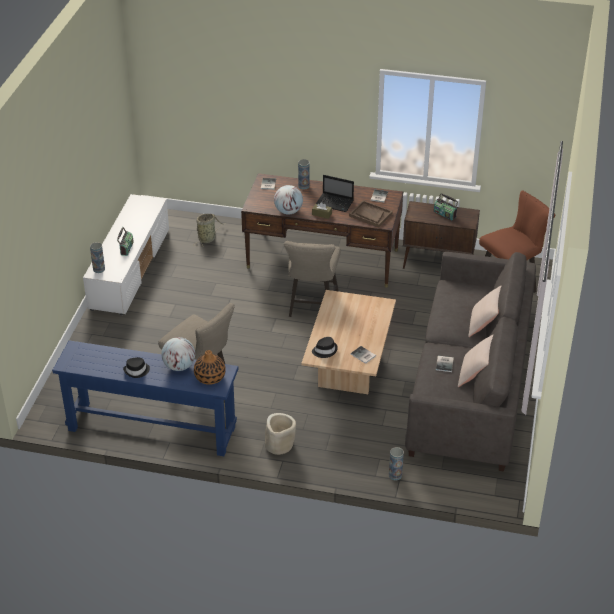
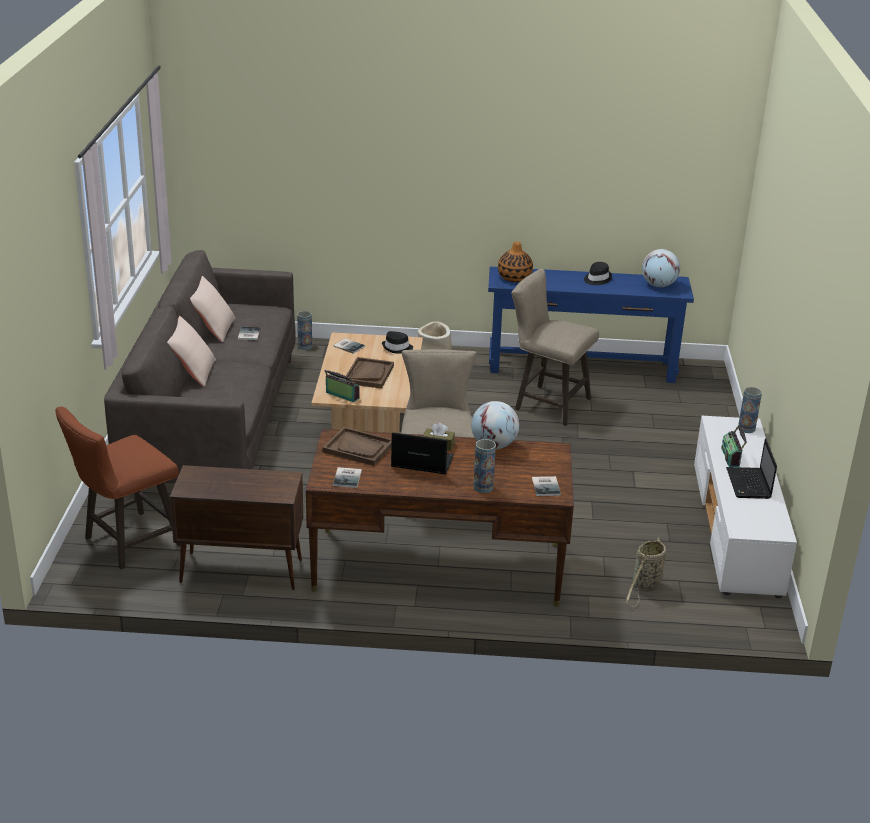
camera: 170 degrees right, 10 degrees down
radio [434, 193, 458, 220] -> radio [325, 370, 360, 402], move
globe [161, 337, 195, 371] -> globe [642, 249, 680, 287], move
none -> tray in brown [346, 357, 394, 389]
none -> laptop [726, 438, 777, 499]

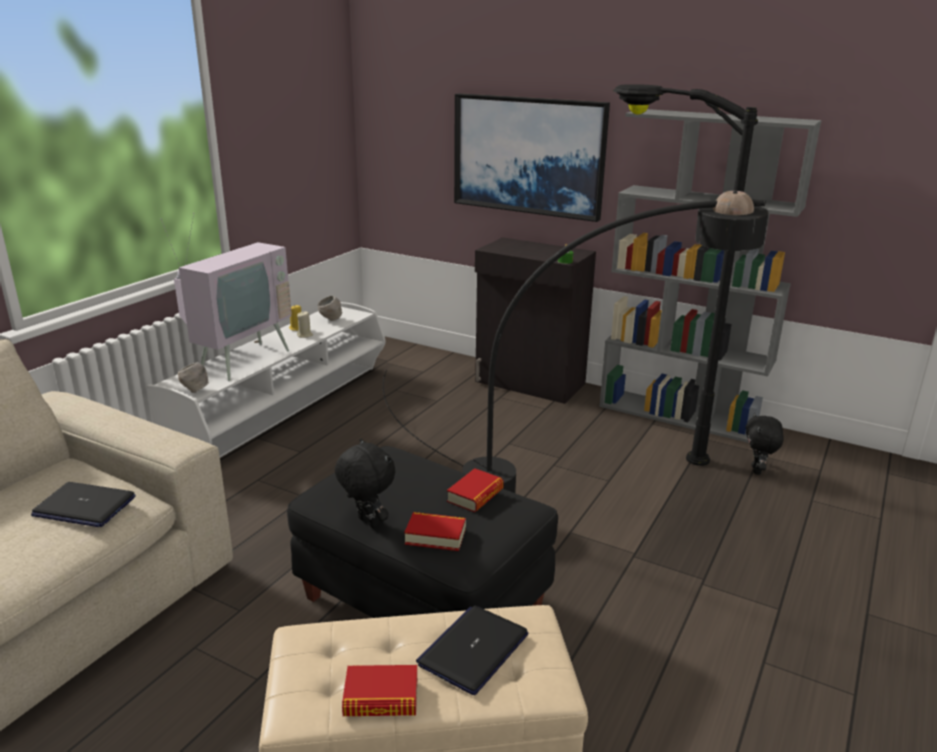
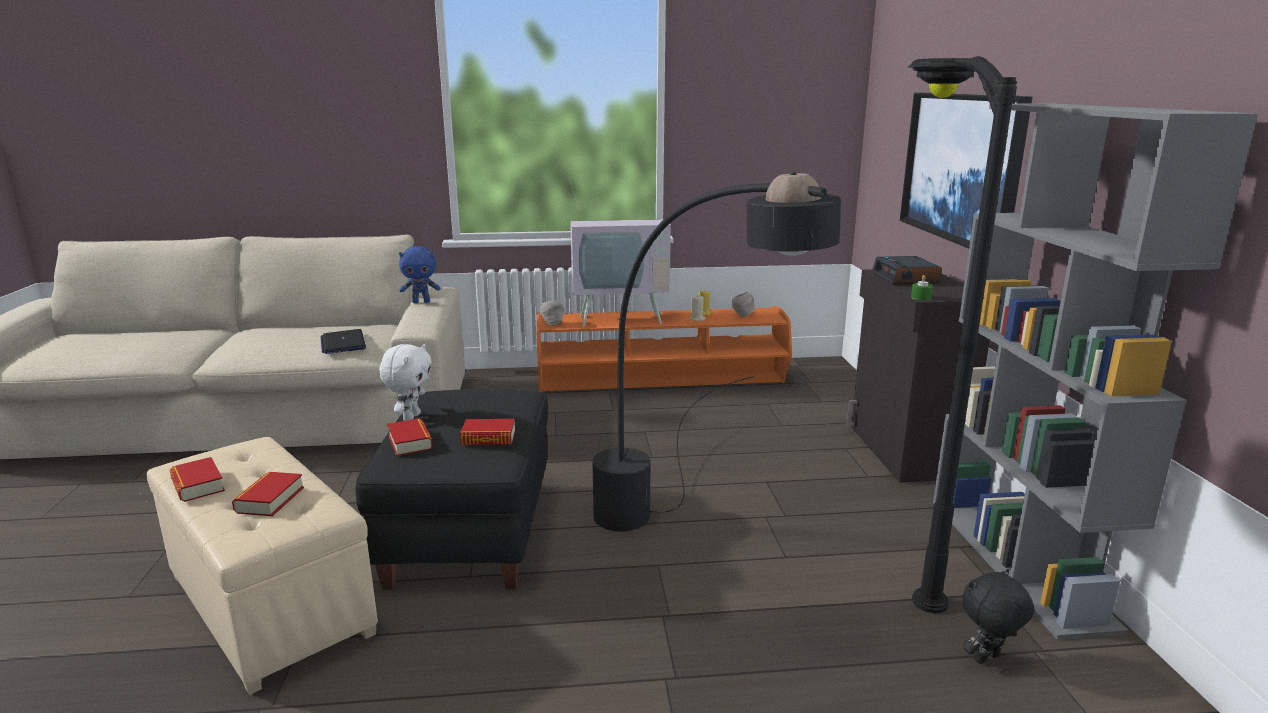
camera: 55 degrees right, 5 degrees down
tv stand in white [147, 302, 386, 458] -> tv stand in orange [536, 306, 792, 392]
plush toy in black [335, 438, 395, 528] -> plush toy in white [379, 344, 432, 421]
laptop [416, 606, 529, 695] -> book [232, 472, 304, 516]
none -> plush toy in blue [399, 246, 440, 303]
none -> alarm clock [872, 256, 942, 285]

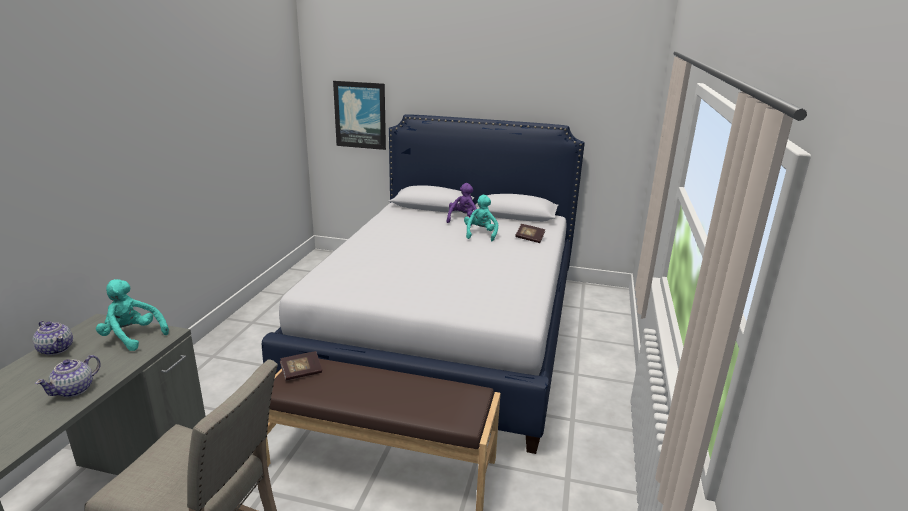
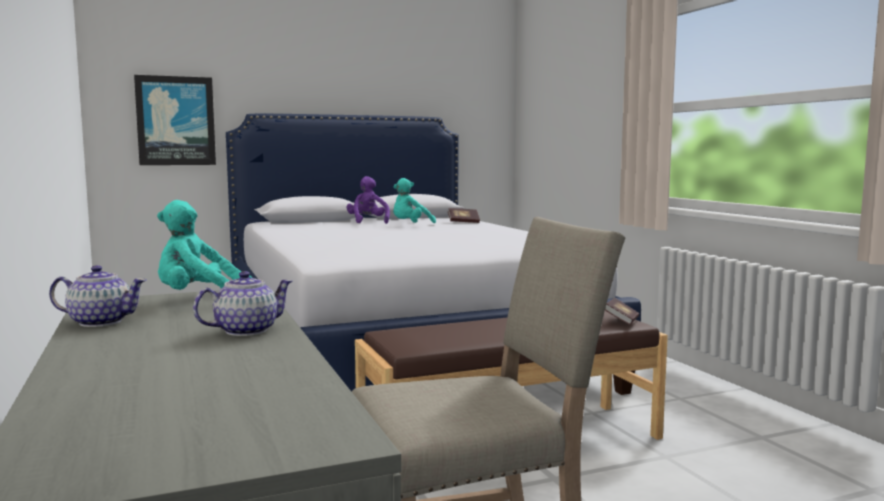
camera: 35 degrees left, 15 degrees down
plush toy in turquoise [464, 195, 498, 242] -> plush toy in turquoise [393, 178, 436, 223], 105 degrees counterclockwise
book [280, 351, 322, 381] -> book [605, 298, 639, 325], move
teapot [35, 355, 101, 397] -> teapot [193, 271, 293, 336], 120 degrees counterclockwise

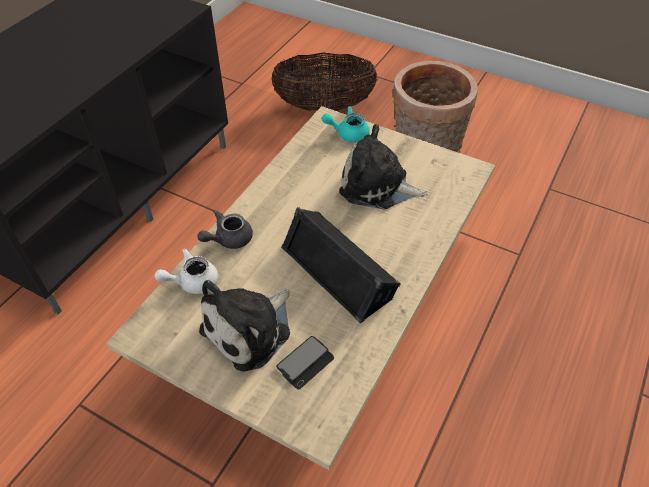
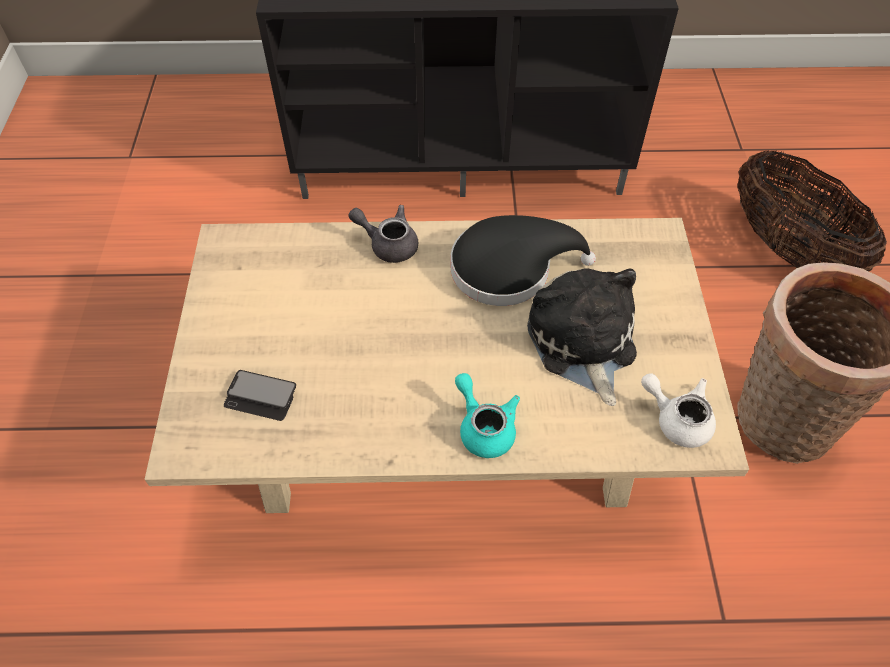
camera: 60 degrees right, 5 degrees up
teapot in turquoise [322, 106, 370, 143] -> teapot in turquoise [455, 373, 520, 458], move
speaker in black [281, 207, 401, 323] -> none
teapot in white [154, 248, 218, 294] -> teapot in white [641, 373, 716, 448], move
plush toy [199, 280, 290, 371] -> none
none -> hat in black [451, 215, 596, 306]

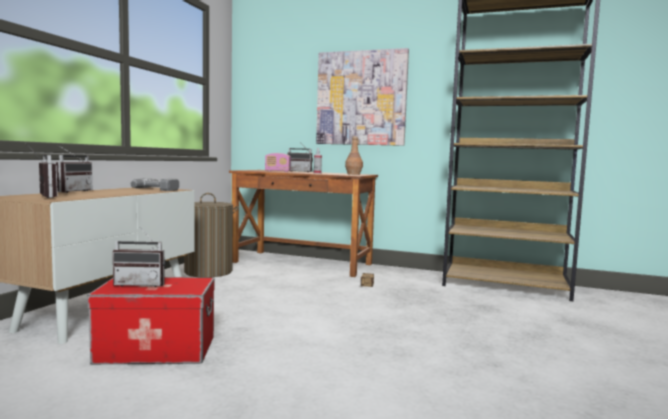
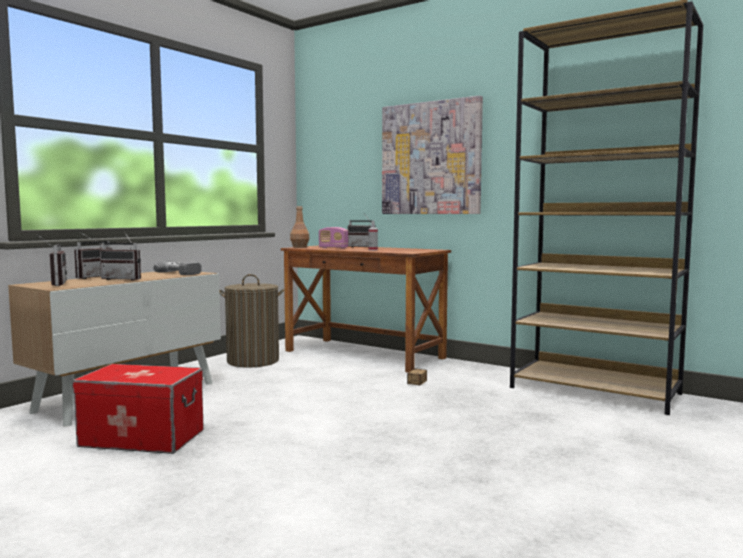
camera: 15 degrees right, 0 degrees up
bottle in brown [345, 136, 363, 175] -> bottle in brown [290, 206, 309, 248], move
radio [113, 227, 166, 287] -> radio [100, 232, 141, 281], move

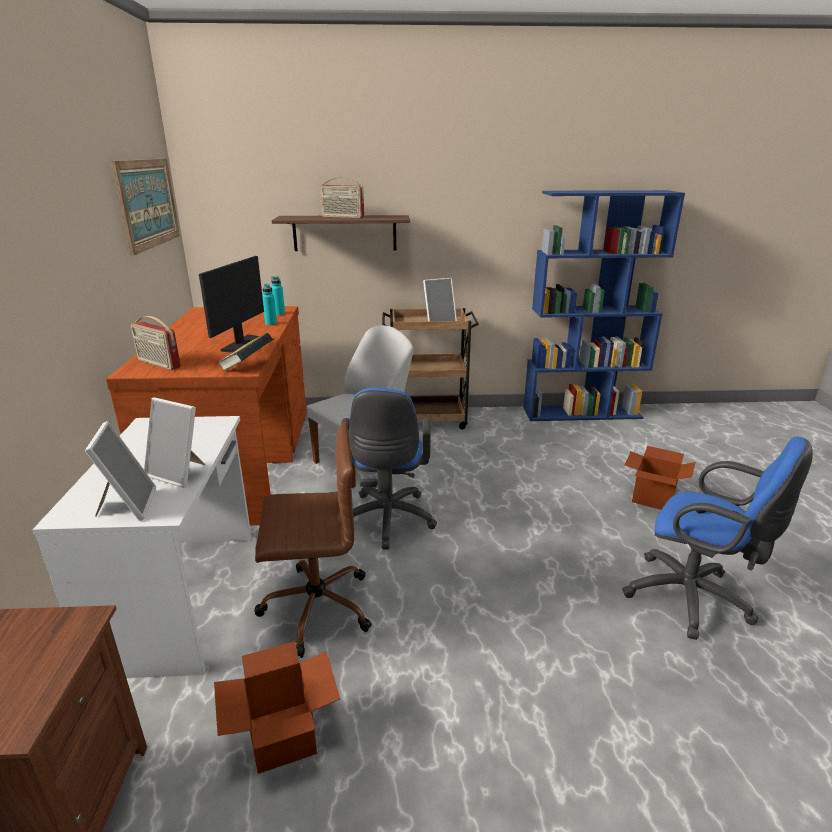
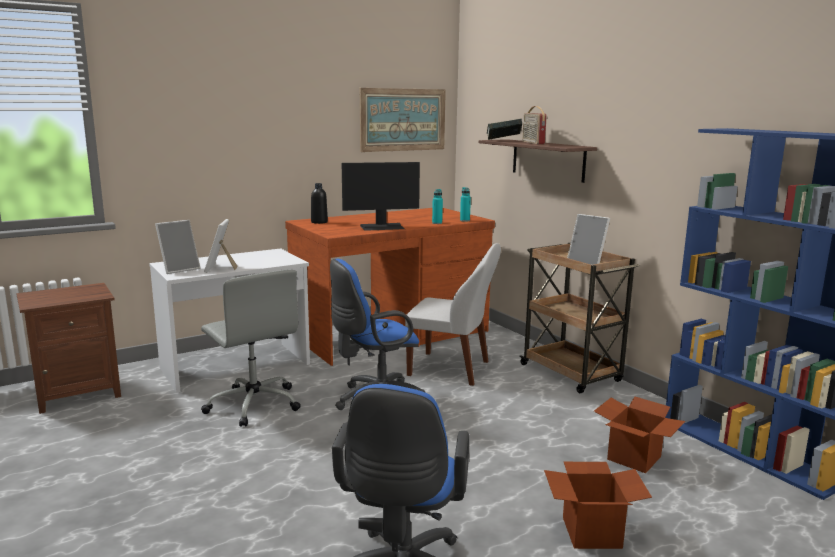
camera: 60 degrees right, 10 degrees down
radio [131, 316, 181, 370] -> bottle in black [311, 183, 328, 224]
book [217, 333, 273, 371] -> book [486, 119, 522, 140], move
office chair in brown [255, 421, 371, 658] -> office chair in grey [201, 270, 301, 427]
cardboard box [214, 641, 340, 774] -> cardboard box [594, 396, 686, 473], move

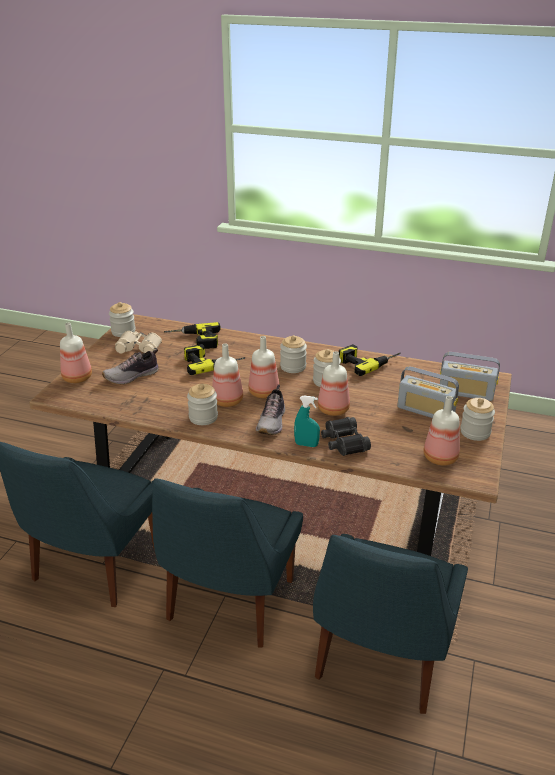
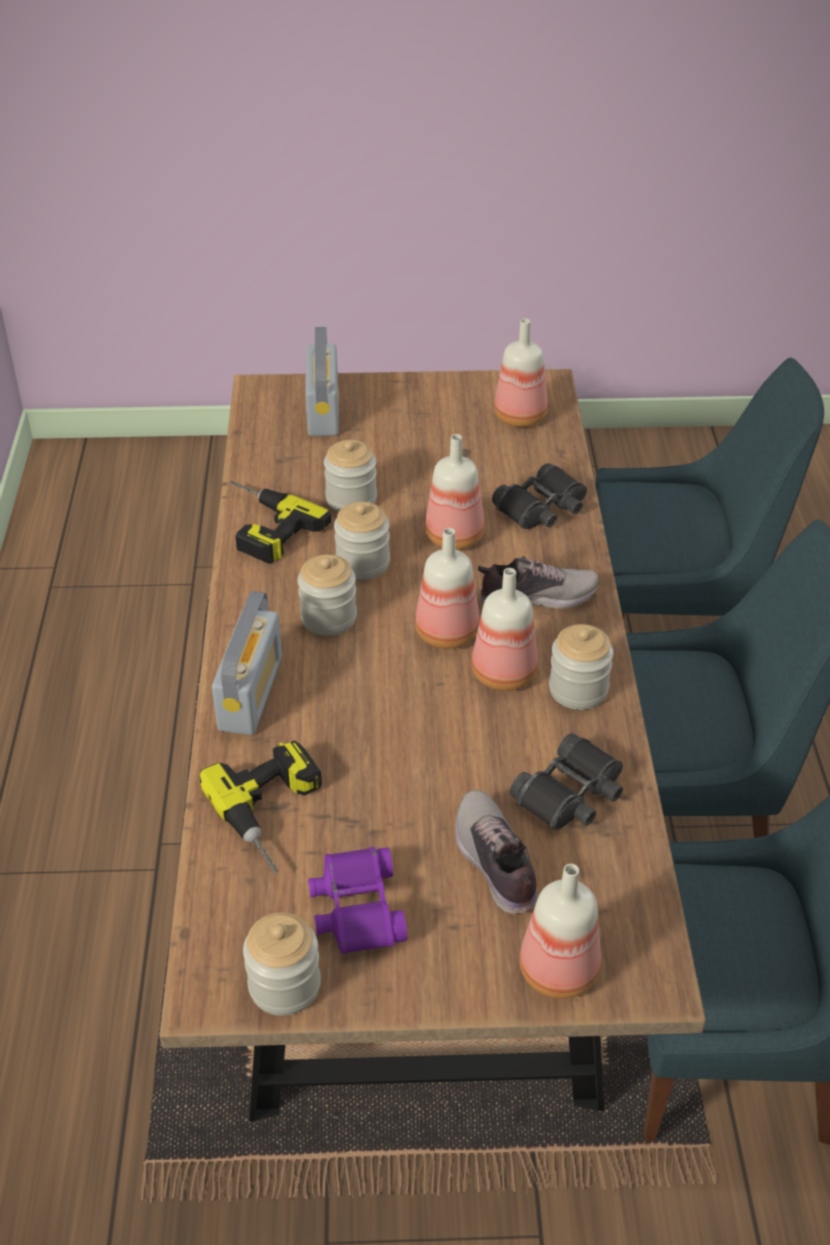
camera: 110 degrees left, 10 degrees up
binoculars in beige [115, 331, 162, 354] -> binoculars in purple [308, 847, 407, 954]
power drill [184, 344, 245, 375] -> none
shoe [102, 349, 159, 385] -> shoe [455, 790, 538, 914], 150 degrees counterclockwise
radio [397, 366, 459, 418] -> radio [212, 591, 282, 735], move
spray bottle in turquoise [294, 395, 320, 447] -> none
jar [460, 398, 495, 441] -> jar [324, 440, 377, 512], move
none -> binoculars in black [510, 733, 623, 830]

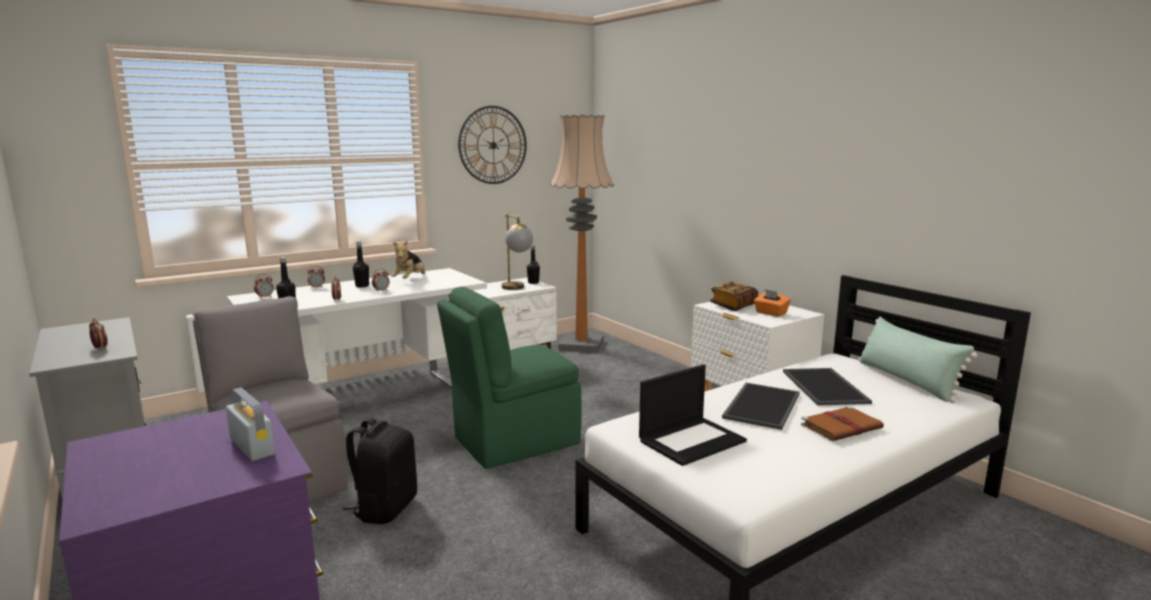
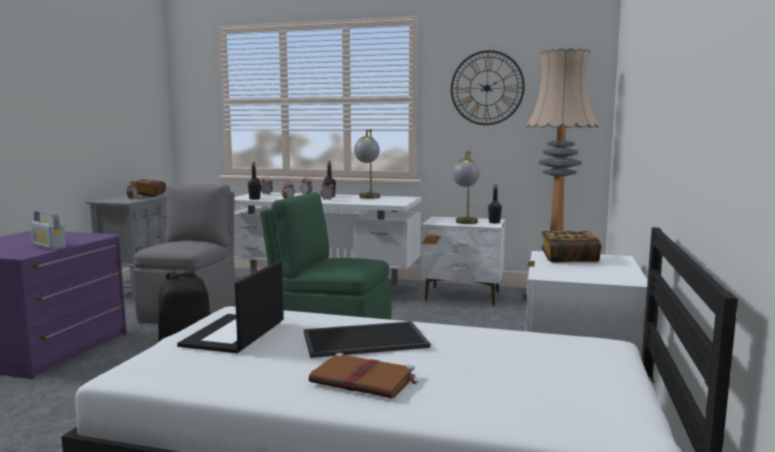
camera: 50 degrees right, 5 degrees down
plush toy [391, 241, 425, 279] -> table lamp [354, 129, 380, 199]
tissue box in orange [754, 289, 791, 317] -> none
pillow in green [858, 317, 977, 403] -> none
laptop [639, 364, 747, 466] -> laptop [177, 261, 284, 353], 90 degrees clockwise
tray [783, 368, 872, 405] -> none
radio [226, 388, 275, 461] -> radio [31, 211, 66, 250], 120 degrees clockwise
none -> book [131, 179, 166, 197]

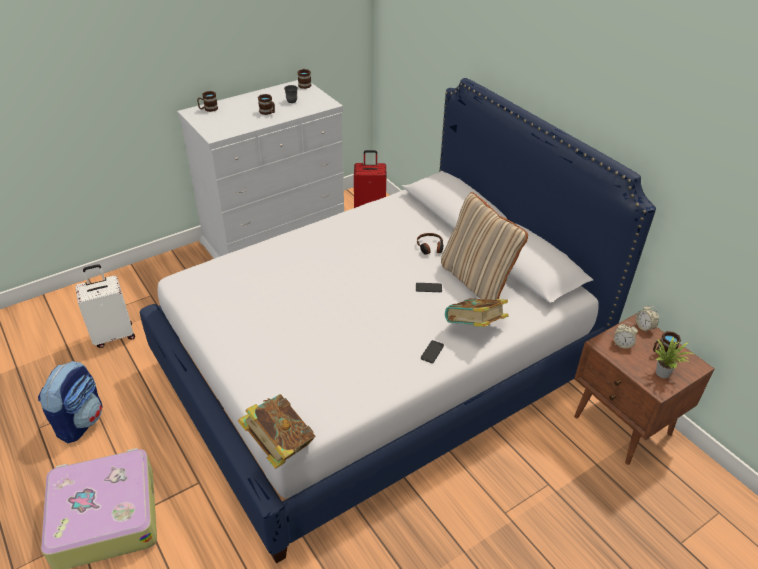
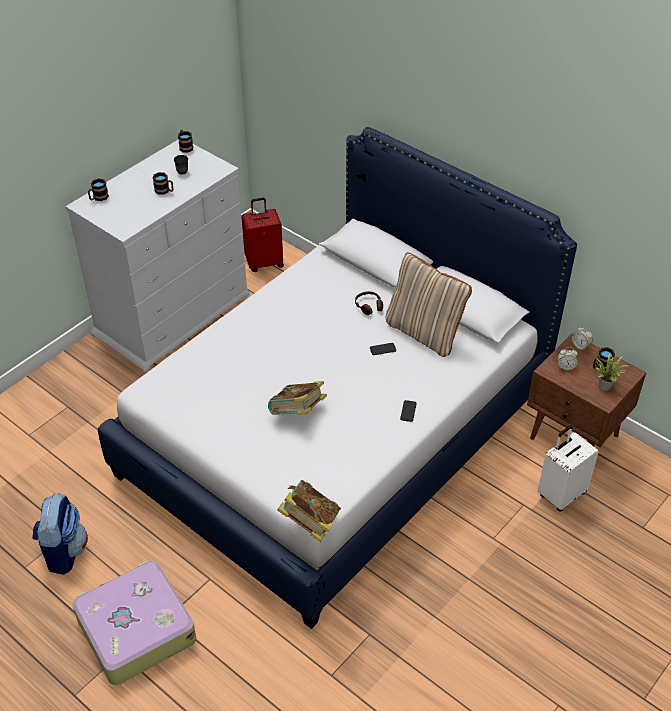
camera: 15 degrees left, 5 degrees up
suitcase in white [75, 264, 135, 348] -> suitcase in white [538, 425, 599, 512], move
book [445, 298, 508, 327] -> book [268, 381, 327, 415], move

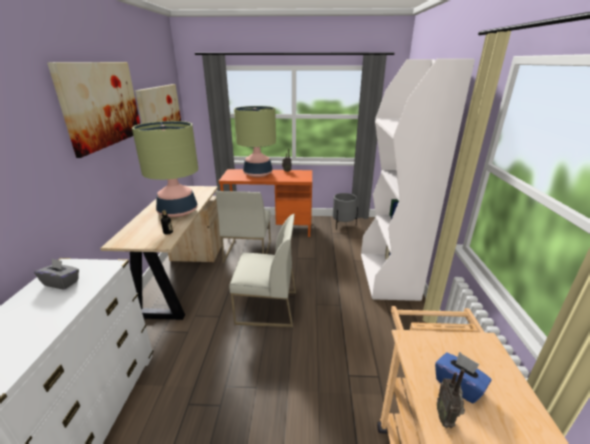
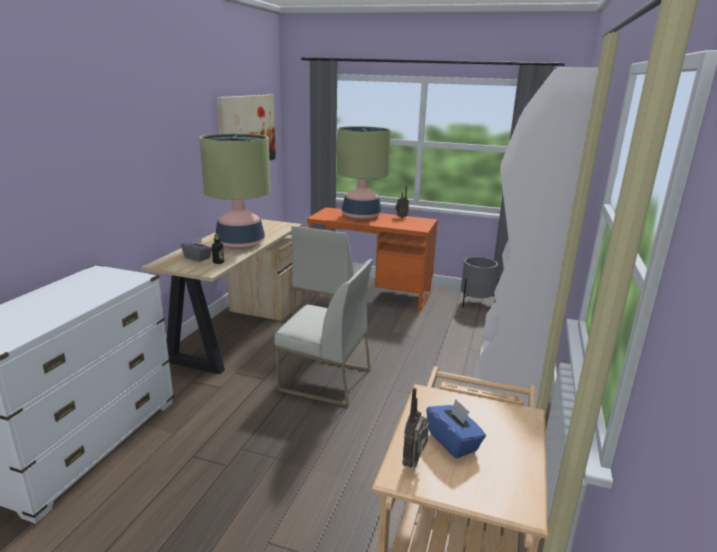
camera: 15 degrees right, 5 degrees down
picture [47, 62, 140, 158] -> none
tissue box in grey [34, 259, 79, 290] -> tissue box in grey [181, 236, 212, 262], move

